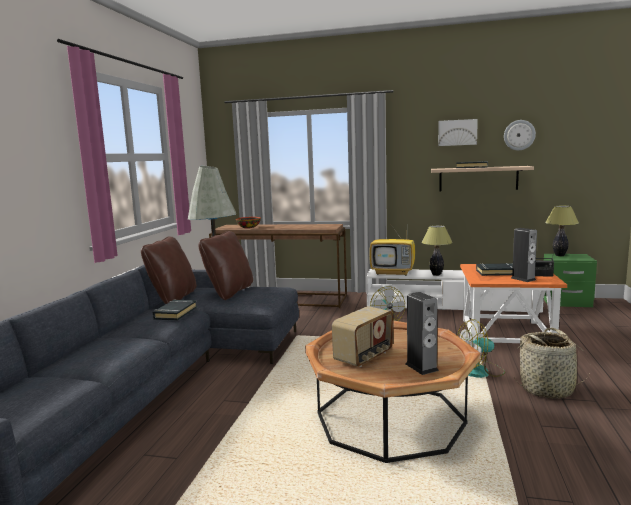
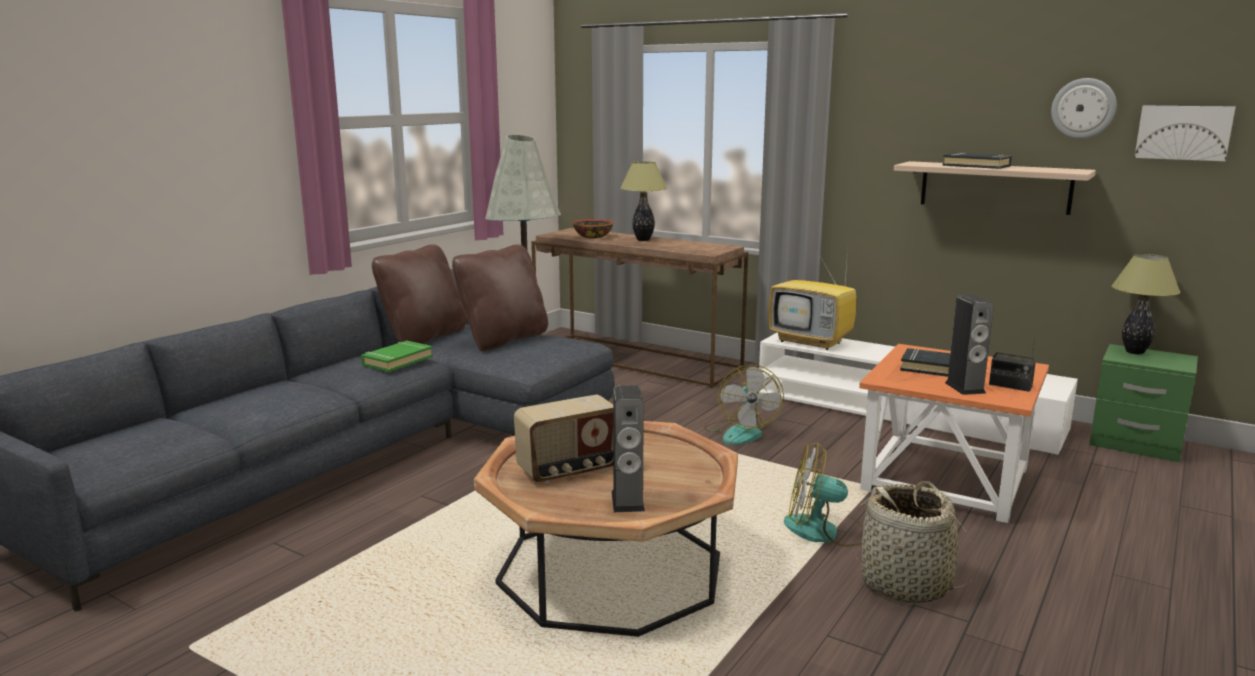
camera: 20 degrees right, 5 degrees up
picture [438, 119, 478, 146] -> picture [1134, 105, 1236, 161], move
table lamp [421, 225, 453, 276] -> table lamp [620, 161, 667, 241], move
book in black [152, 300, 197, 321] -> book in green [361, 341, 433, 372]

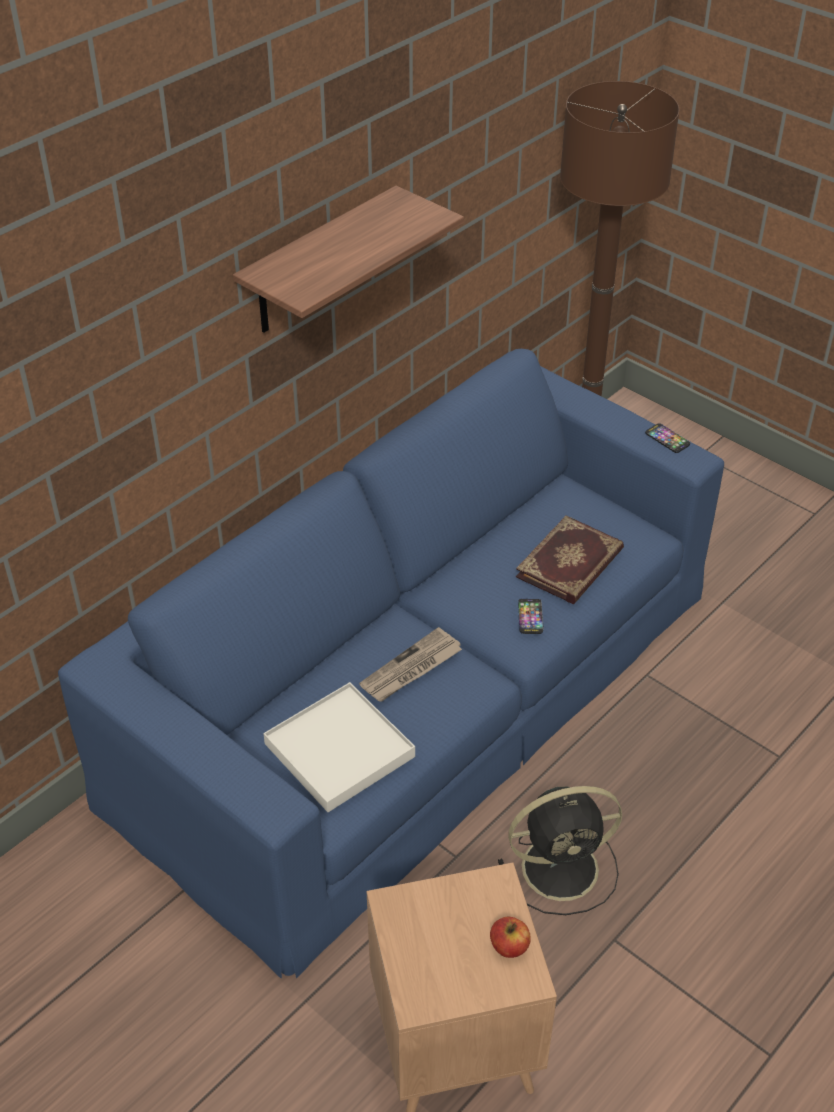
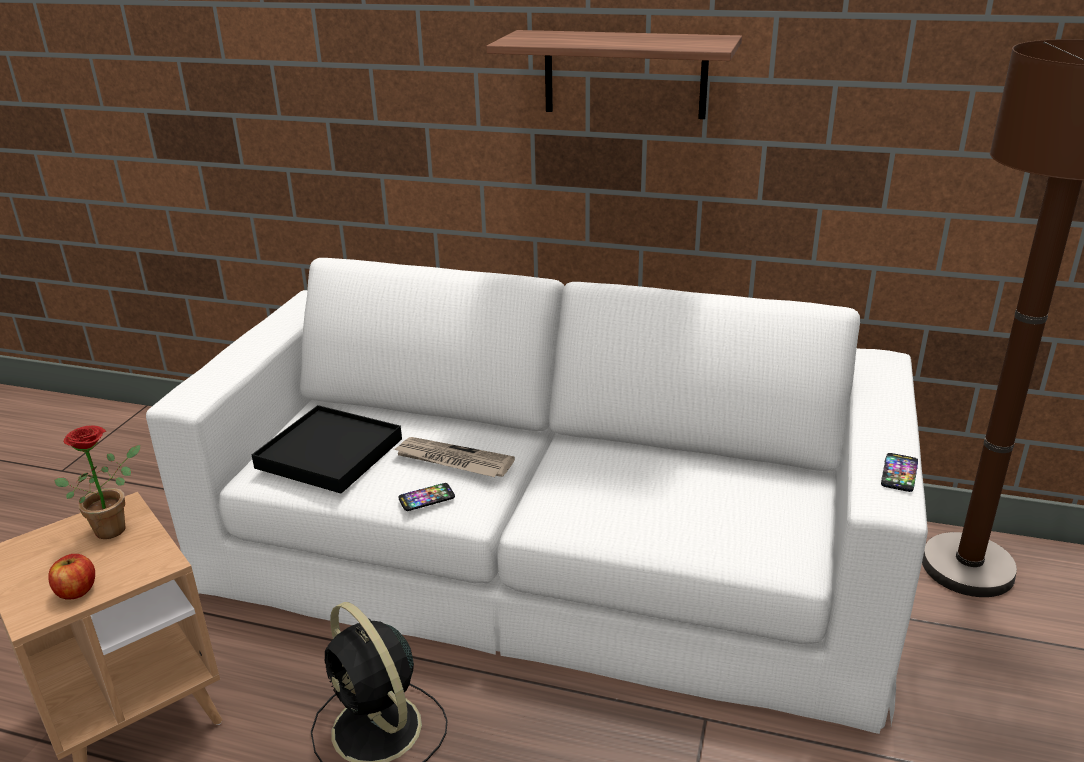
camera: 65 degrees right, 15 degrees down
sofa in blue [58, 349, 724, 979] -> sofa in white [146, 258, 928, 734]
book [516, 515, 624, 604] -> none
phone [518, 599, 544, 634] -> phone [398, 483, 455, 511], move
tray in white [263, 682, 415, 812] -> tray in black [252, 405, 402, 494]
none -> potted plant [54, 425, 140, 539]

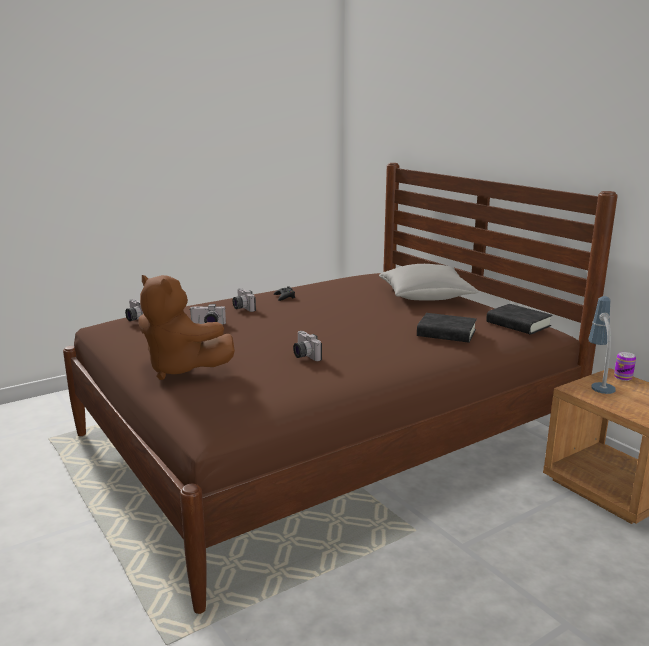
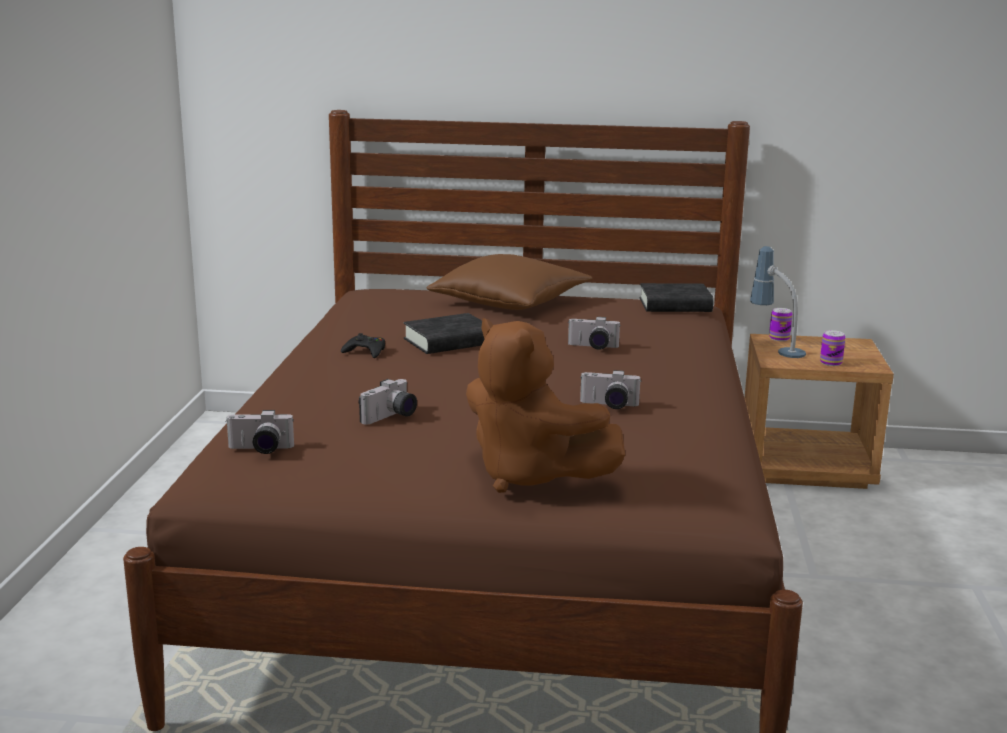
camera: 50 degrees left, 0 degrees up
pillow in grey [379, 264, 479, 300] -> pillow in brown [426, 254, 593, 310]
plush toy in brown [138, 275, 235, 380] -> plush toy in brown [466, 318, 625, 493], 60 degrees clockwise
photo camera [233, 288, 256, 312] -> photo camera [568, 317, 620, 350], move
book in black [417, 313, 477, 343] -> book in black [404, 313, 484, 354], move
none -> can [820, 330, 845, 366]

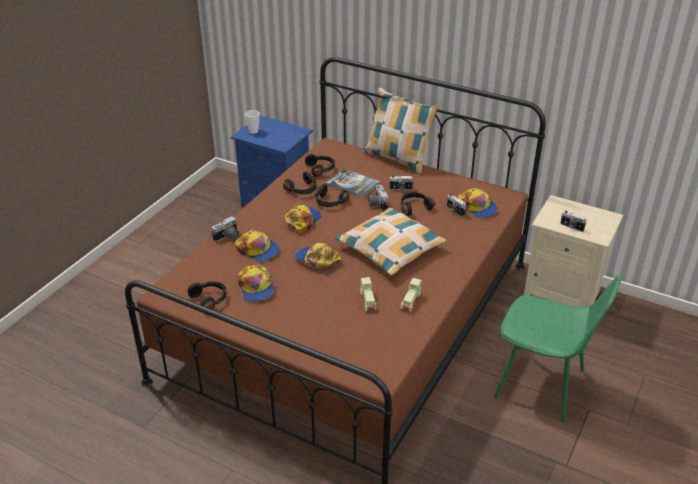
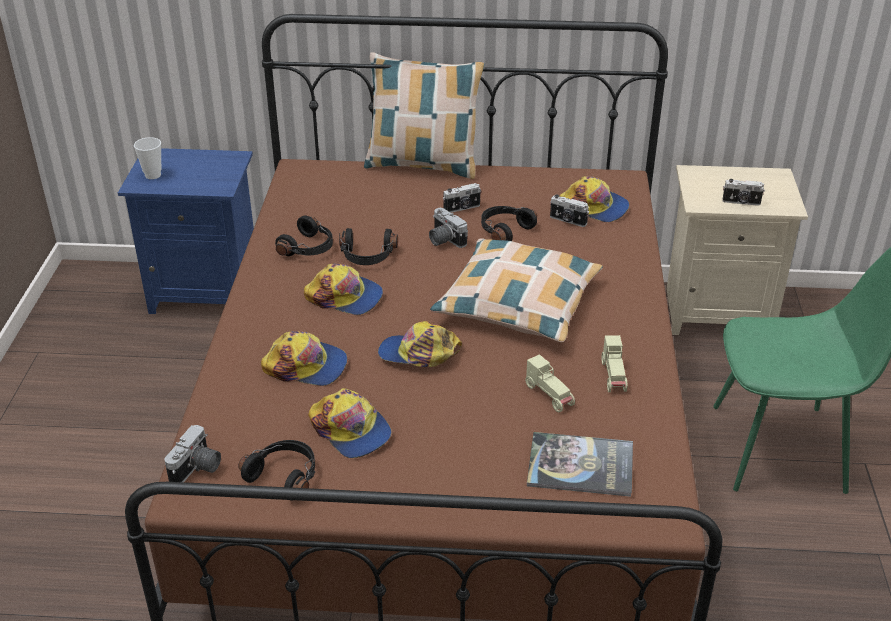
camera: 25 degrees left, 0 degrees up
headphones in black [305, 154, 335, 177] -> none
book [326, 169, 381, 198] -> book [527, 432, 633, 497], move
cap [284, 205, 321, 233] -> cap [304, 263, 383, 315], 105 degrees clockwise
photo camera [212, 216, 239, 242] -> photo camera [164, 425, 221, 482], move

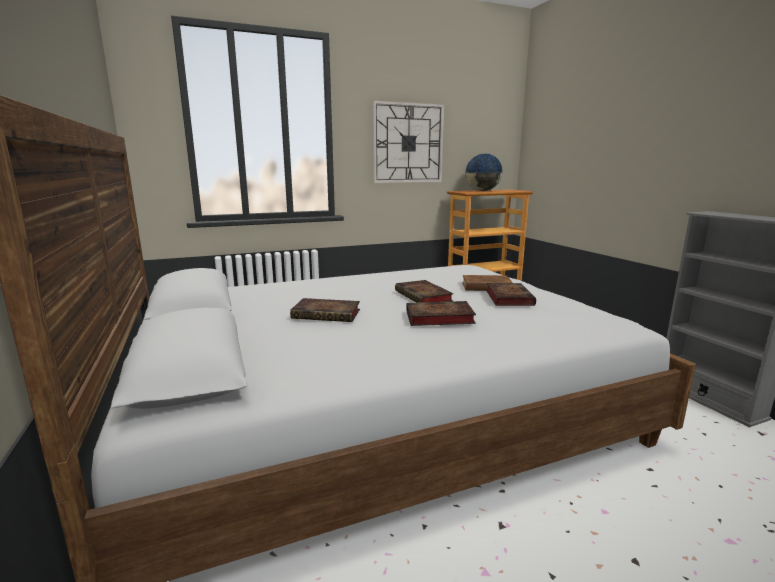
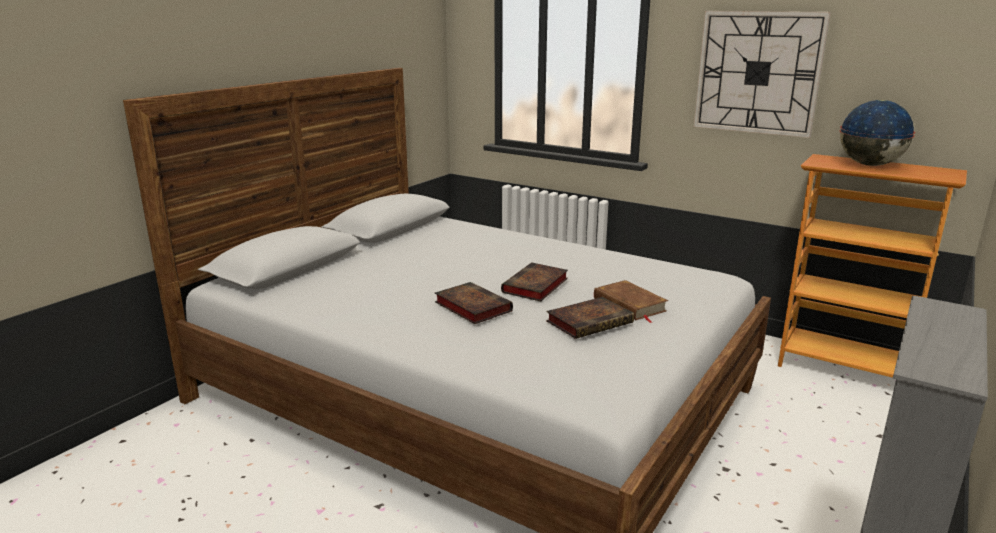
camera: 55 degrees right, 5 degrees up
book [290, 298, 360, 322] -> none

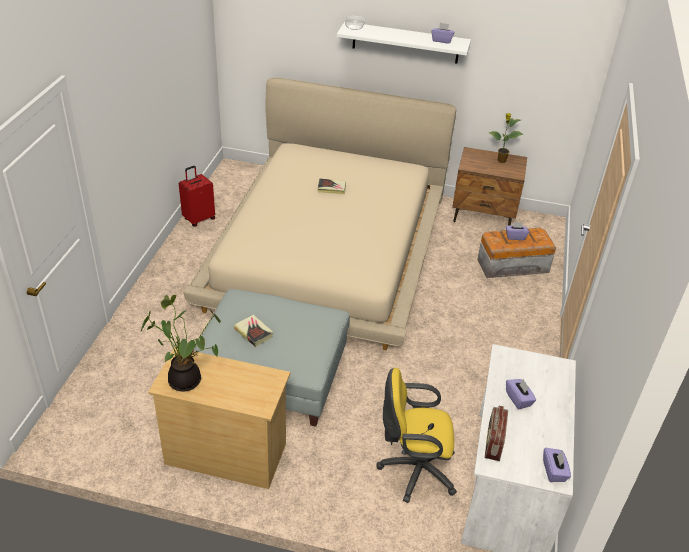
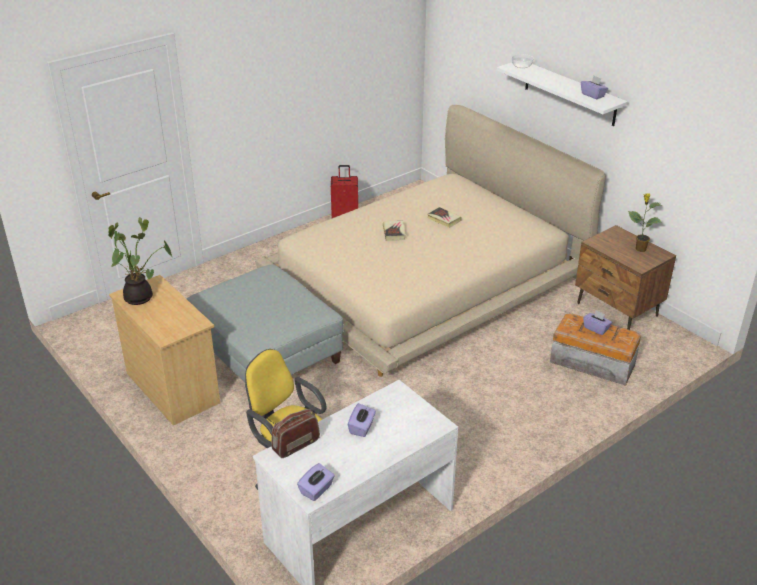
camera: 40 degrees right, 5 degrees down
book [234, 315, 273, 347] -> book [383, 221, 406, 241], move

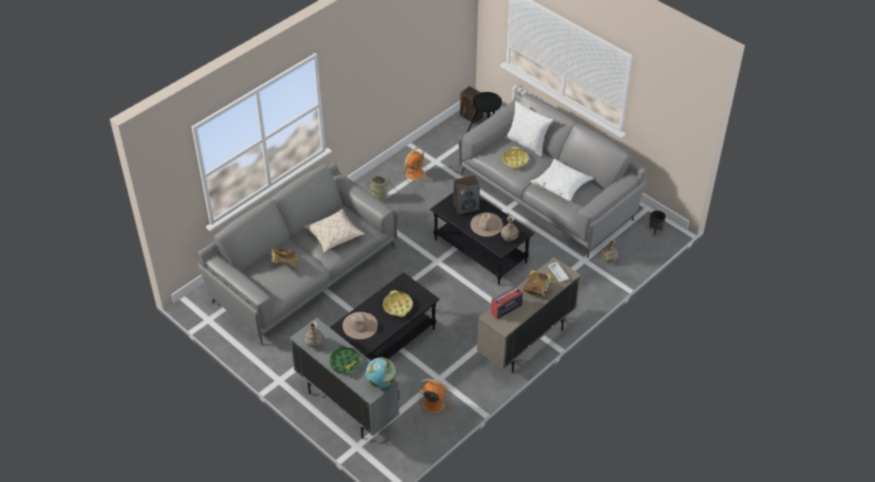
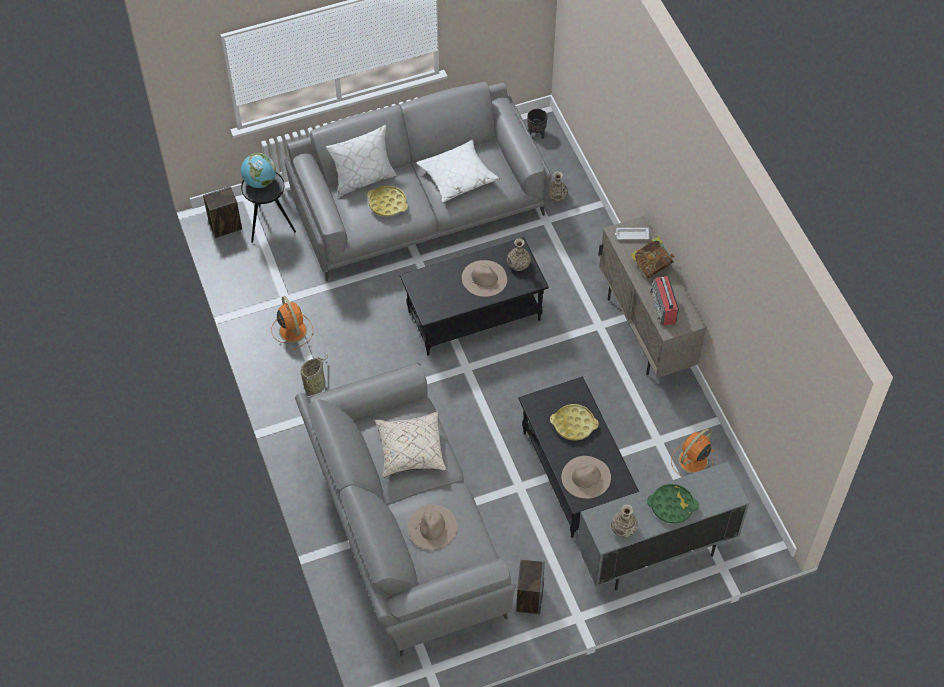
camera: 65 degrees left, 10 degrees up
speaker [453, 175, 480, 215] -> speaker [516, 560, 545, 615], move
book [269, 248, 298, 267] -> hat in beige [408, 505, 457, 550]
globe [366, 357, 396, 388] -> globe [241, 153, 276, 188], move

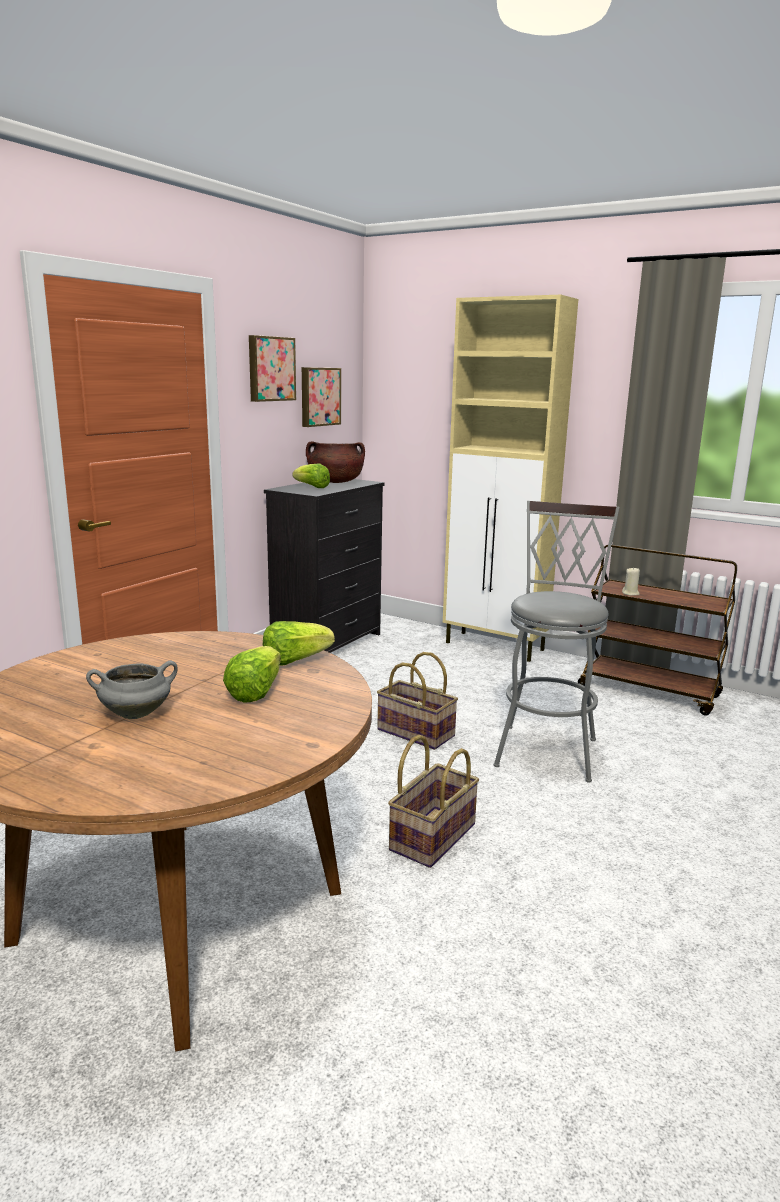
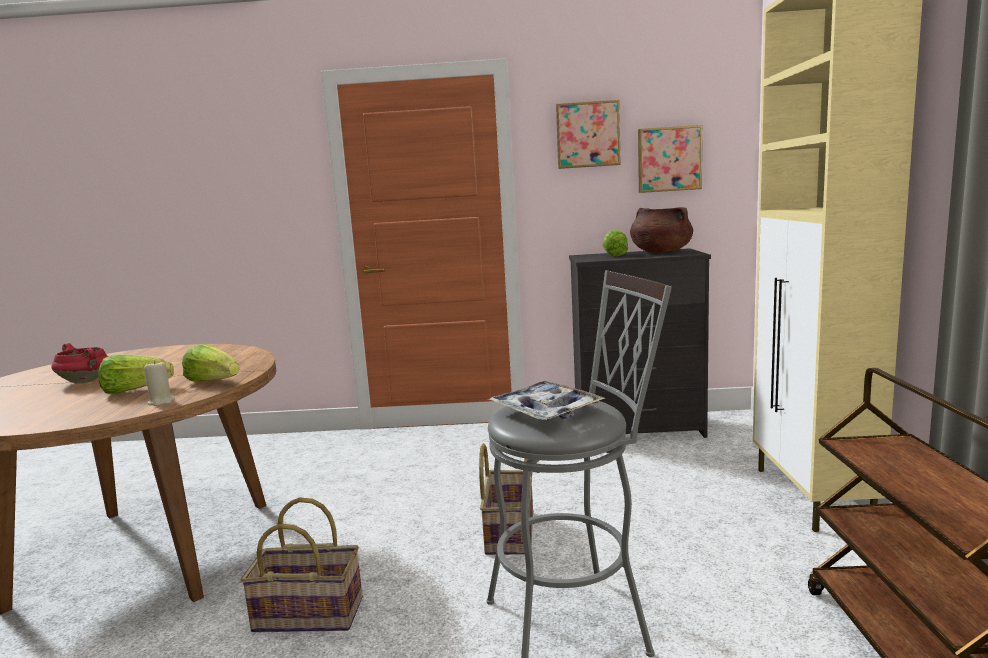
camera: 60 degrees right, 5 degrees down
candle in beige [622, 567, 640, 596] -> candle in beige [144, 360, 175, 406], move
cooking pot in grey [86, 661, 178, 719] -> cooking pot in red [51, 343, 108, 383]
none -> tray [489, 381, 605, 421]

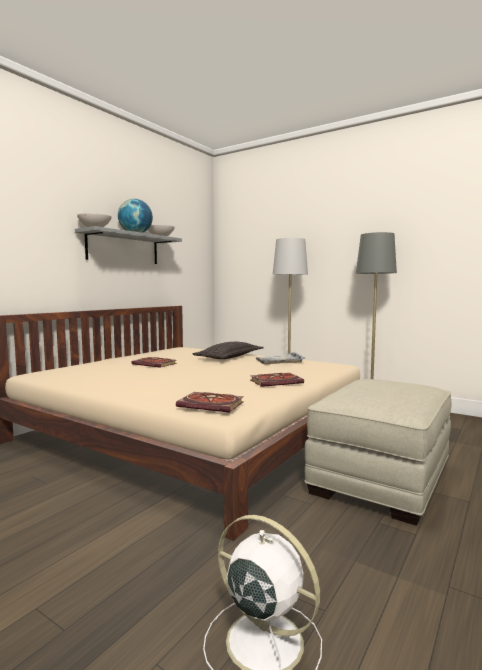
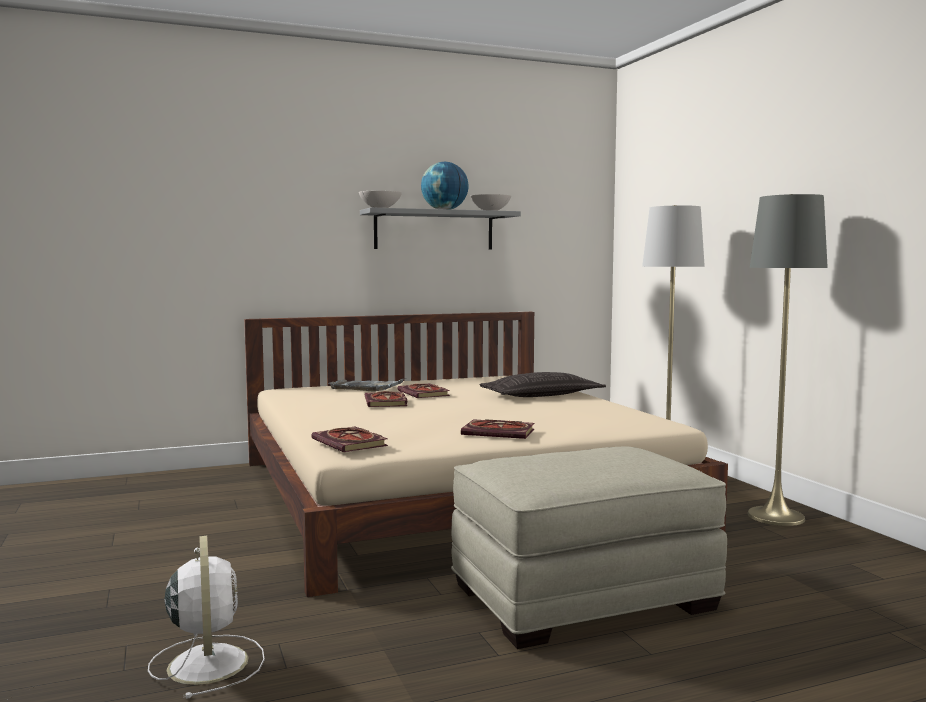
camera: 35 degrees right, 0 degrees up
tray in grey [255, 352, 305, 364] -> tray in grey [329, 379, 403, 391], move
none -> book [365, 391, 407, 407]

